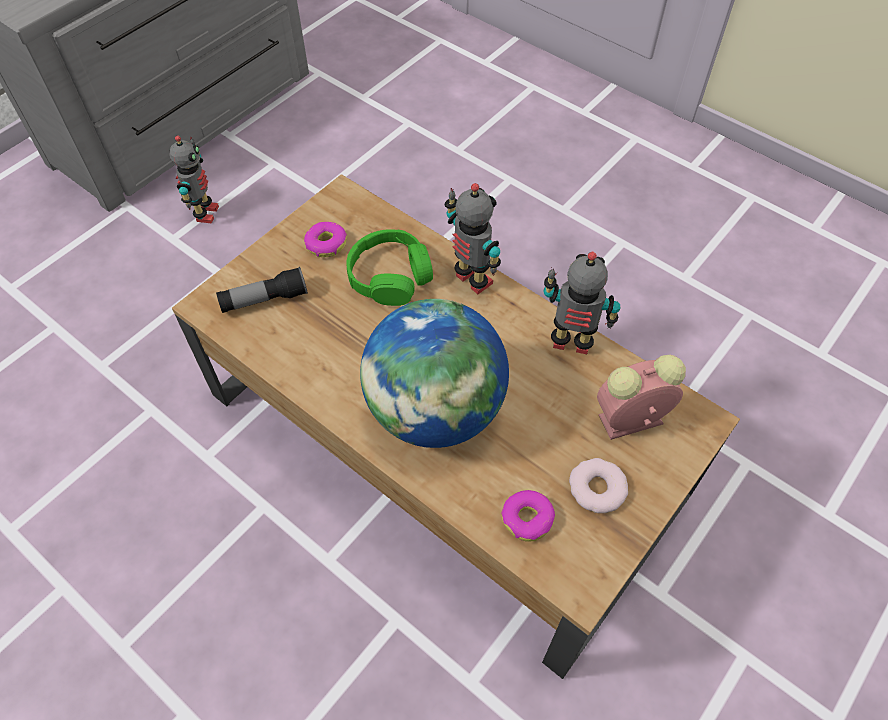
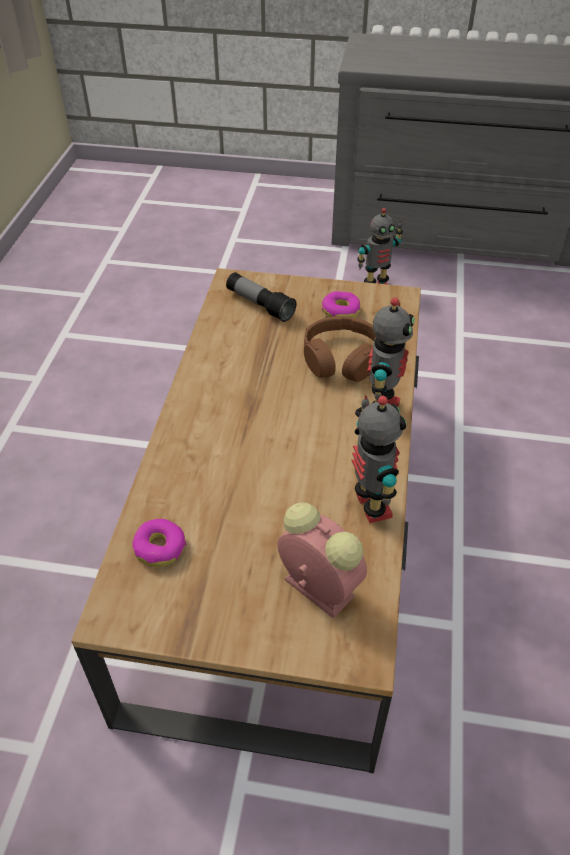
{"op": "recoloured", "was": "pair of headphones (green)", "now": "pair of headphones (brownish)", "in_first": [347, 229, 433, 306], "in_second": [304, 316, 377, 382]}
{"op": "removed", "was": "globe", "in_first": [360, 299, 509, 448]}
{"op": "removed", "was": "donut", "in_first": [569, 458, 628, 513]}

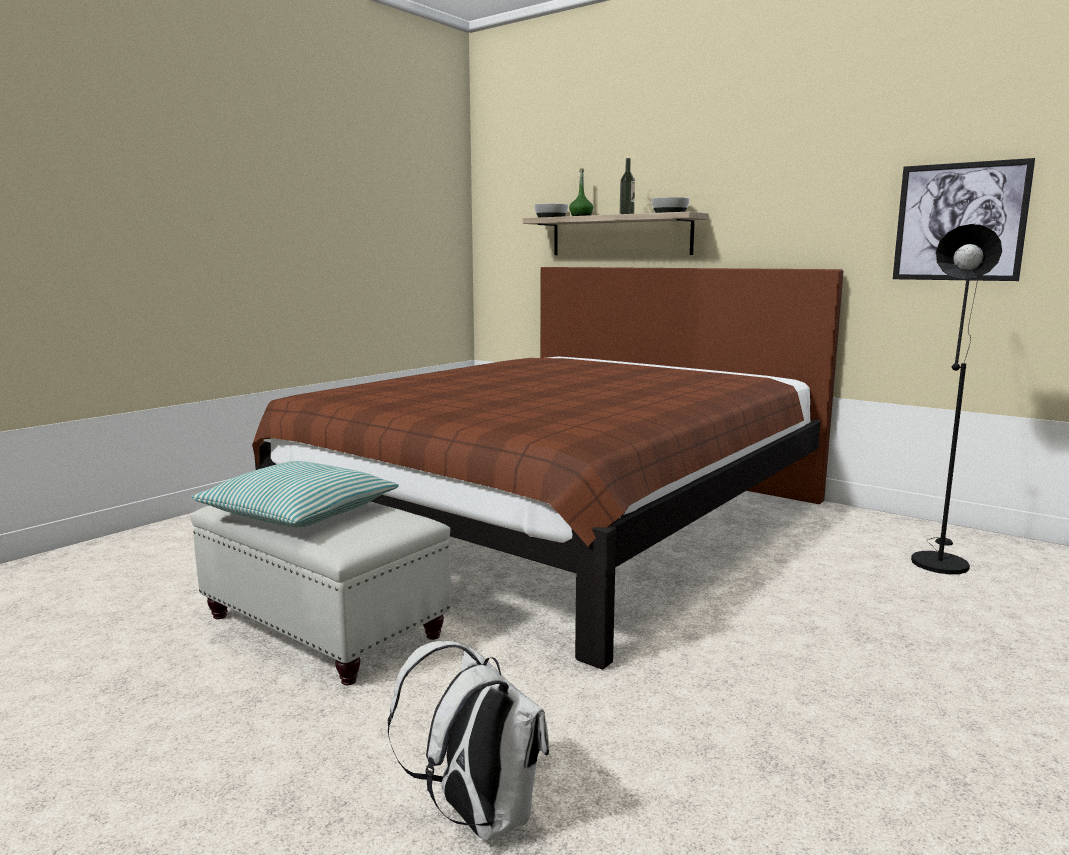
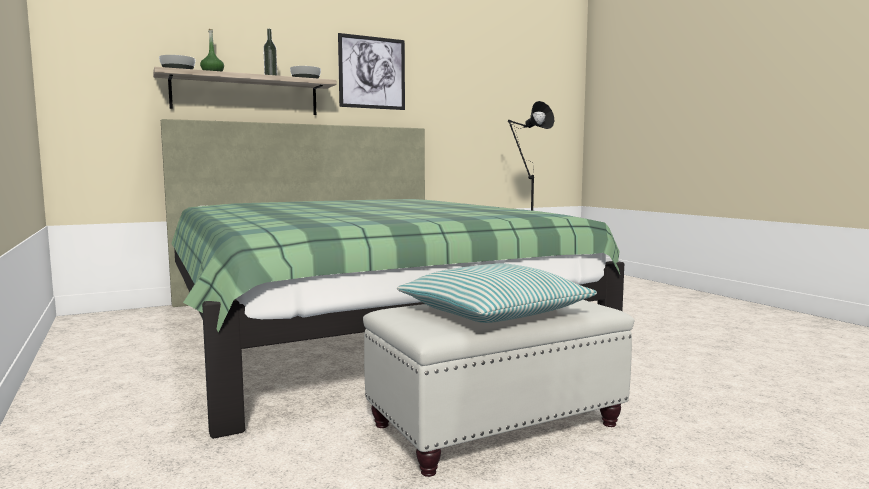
{"op": "recoloured", "was": "bed (brownish)", "now": "bed (green)", "in_first": [252, 267, 844, 670], "in_second": [161, 119, 624, 439]}
{"op": "removed", "was": "backpack (white)", "in_first": [388, 641, 549, 841]}
{"op": "moved", "was": "wall art", "in_first": [893, 158, 1035, 281], "in_second": [338, 33, 405, 110]}

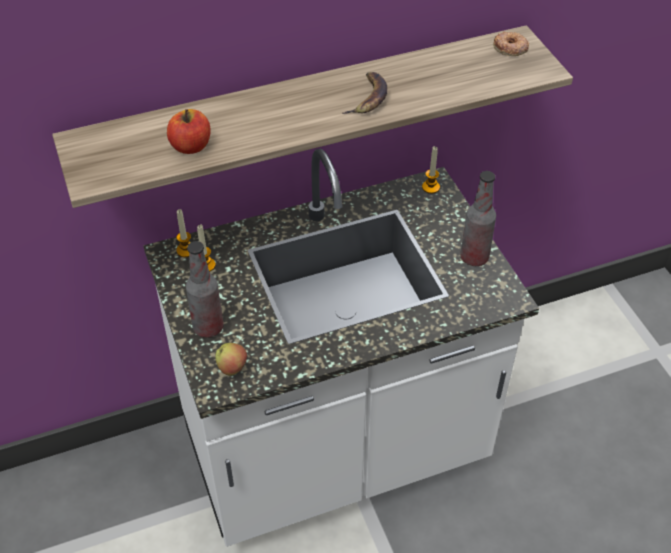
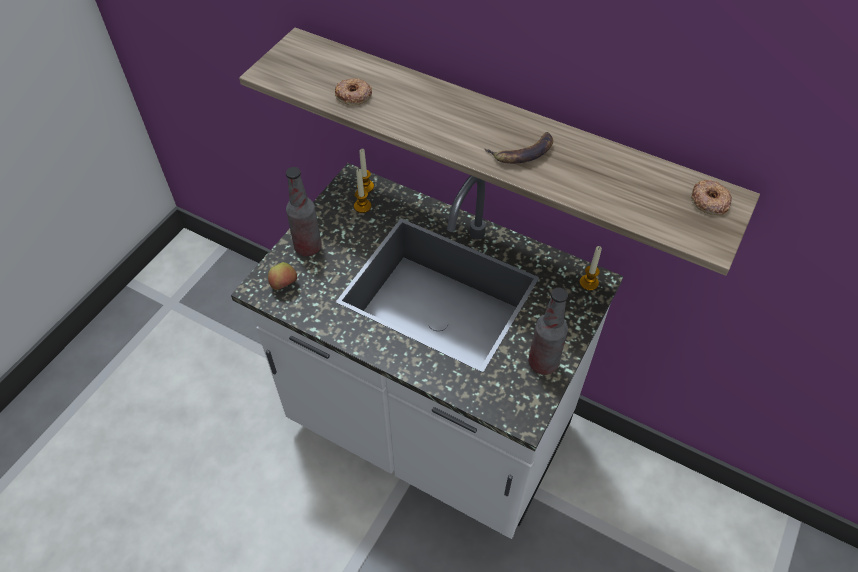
{"op": "replaced", "was": "apple", "now": "donut", "in_first": [167, 109, 211, 154], "in_second": [335, 78, 372, 105]}

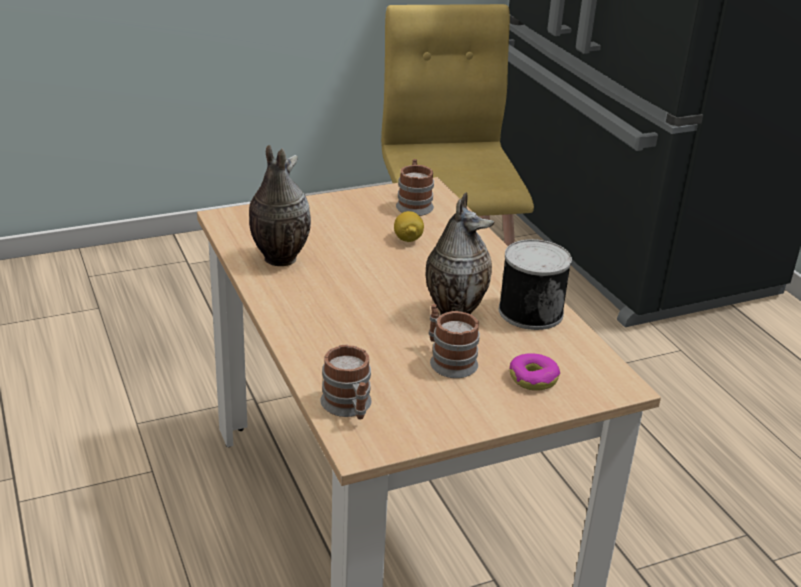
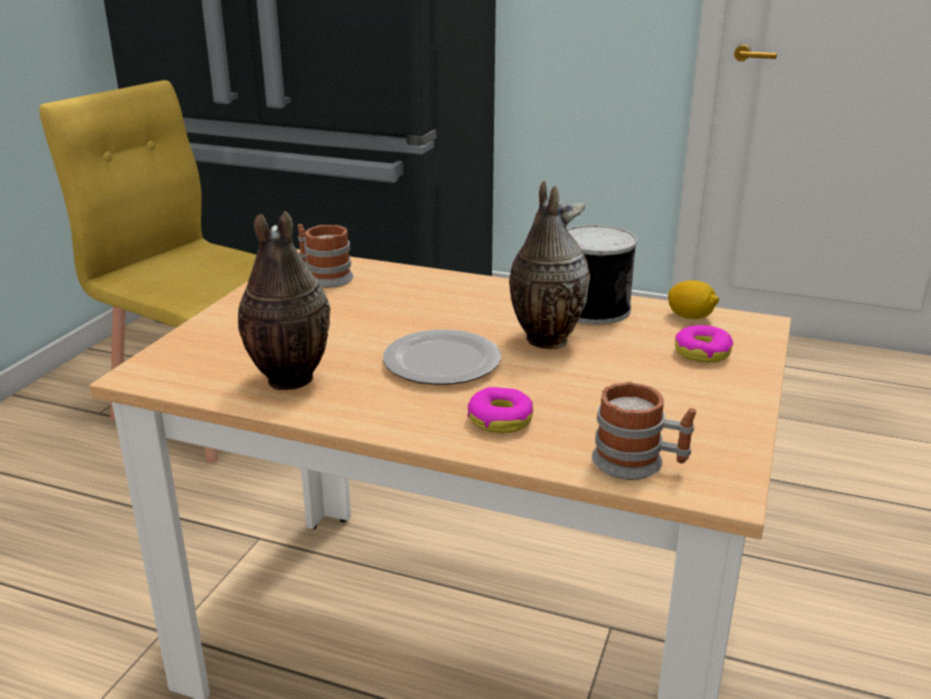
{"op": "moved", "was": "whole lemon", "in_first": [394, 211, 424, 242], "in_second": [668, 280, 719, 319]}
{"op": "removed", "was": "tea mug", "in_first": [429, 304, 480, 378]}
{"op": "added", "now": "plate", "in_second": [383, 329, 501, 385]}
{"op": "added", "now": "donut", "in_second": [468, 387, 533, 433]}

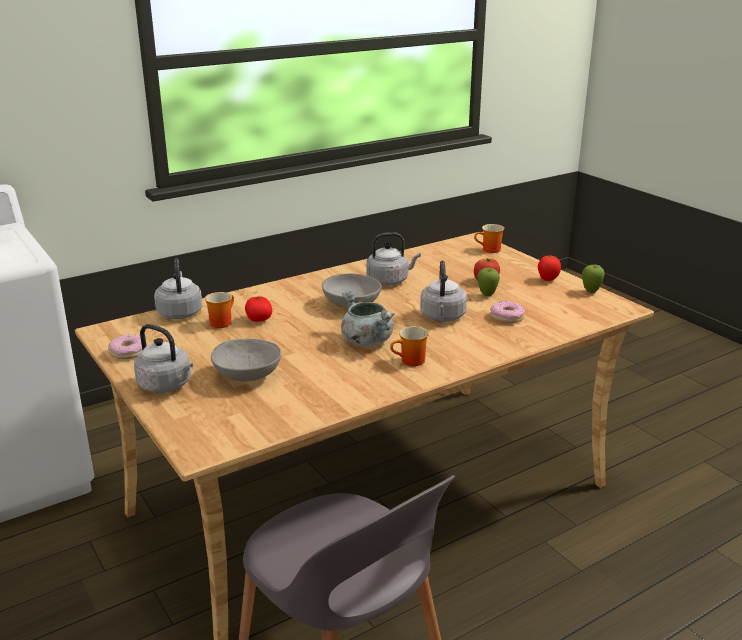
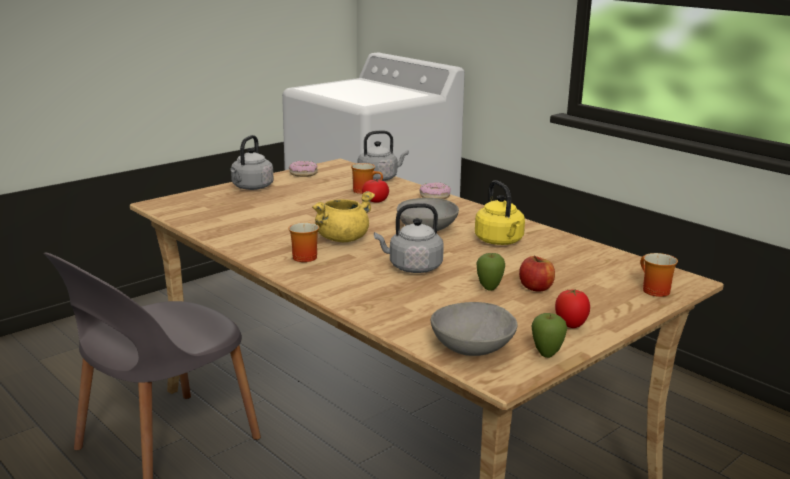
{"op": "moved", "was": "deep dish (gray)", "in_first": [211, 339, 282, 381], "in_second": [431, 302, 518, 356]}
{"op": "recoloured", "was": "cooking pot (gray)", "now": "cooking pot (yellowish)", "in_first": [341, 291, 394, 347], "in_second": [312, 191, 375, 242]}
{"op": "recoloured", "was": "kettle (gray)", "now": "kettle (yellowish)", "in_first": [366, 232, 421, 285], "in_second": [475, 180, 525, 245]}
{"op": "moved", "was": "donut", "in_first": [490, 301, 525, 323], "in_second": [419, 182, 451, 199]}

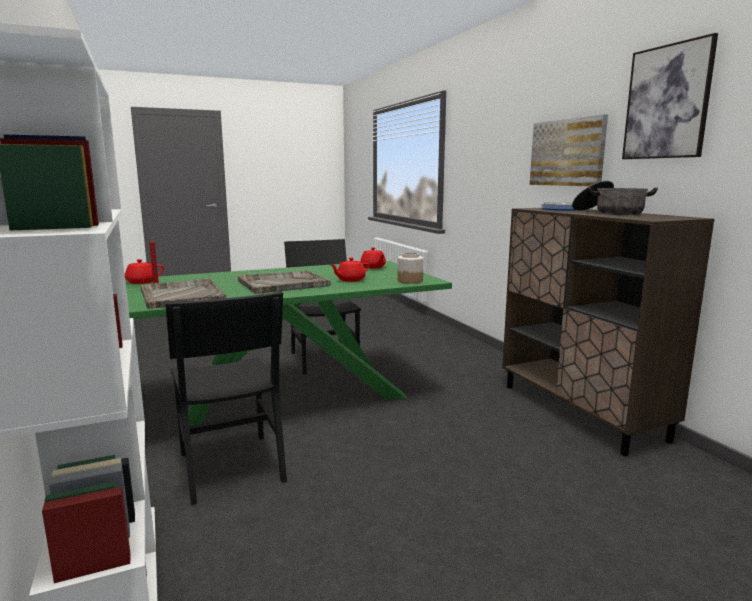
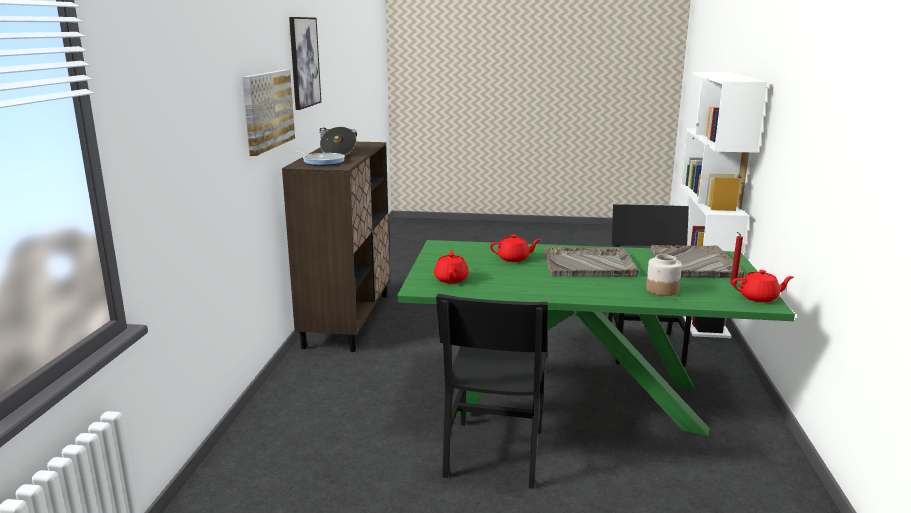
{"op": "moved", "was": "storage jar", "in_first": [397, 252, 423, 284], "in_second": [646, 254, 682, 296]}

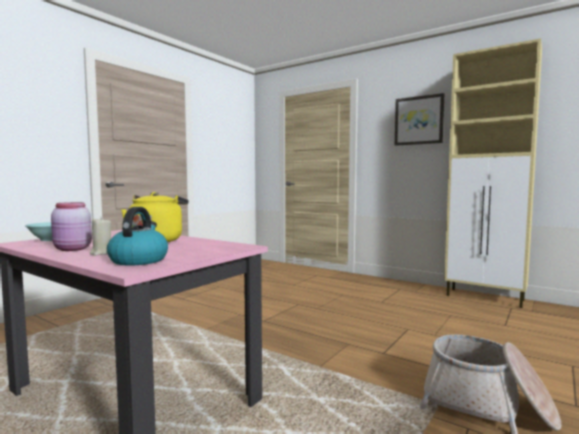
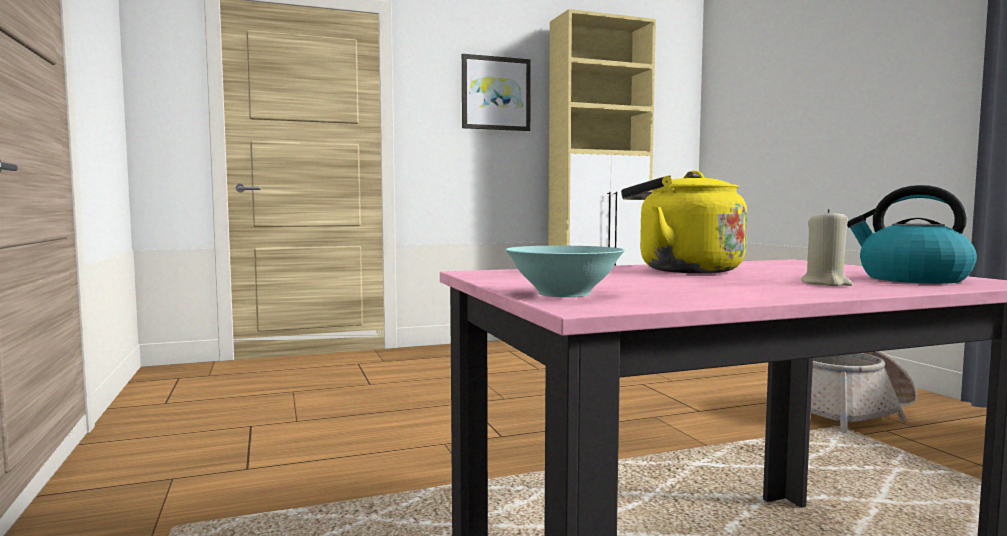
{"op": "removed", "was": "storage jar (pinkish)", "in_first": [51, 202, 92, 251]}

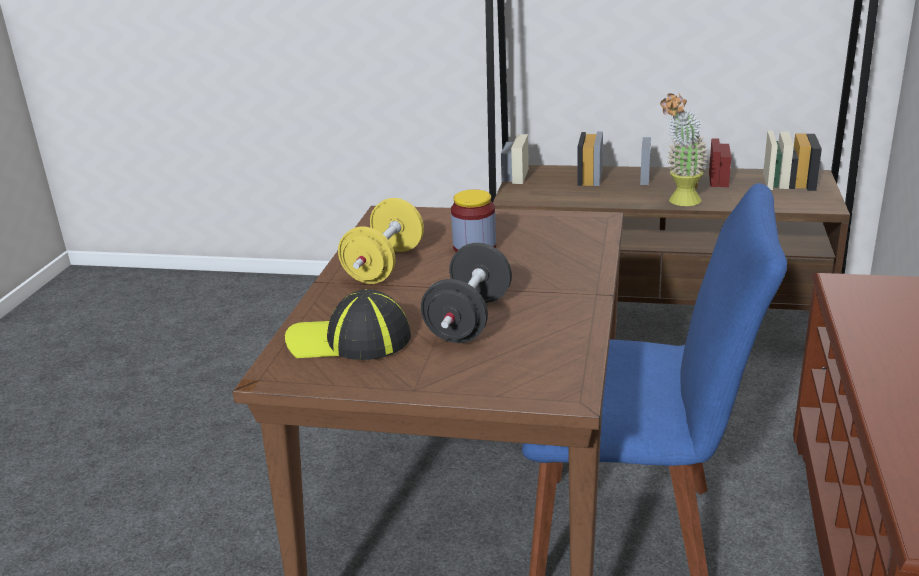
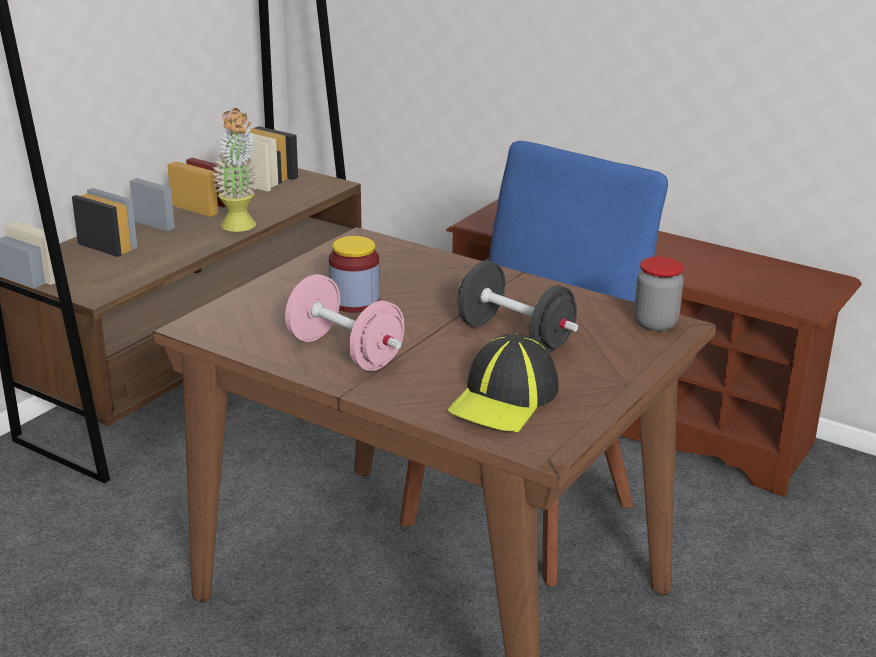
{"op": "recoloured", "was": "hand weight (yellowish)", "now": "hand weight (pinkish)", "in_first": [338, 198, 424, 284], "in_second": [285, 274, 404, 371]}
{"op": "added", "now": "storage jar", "in_second": [634, 256, 684, 331]}

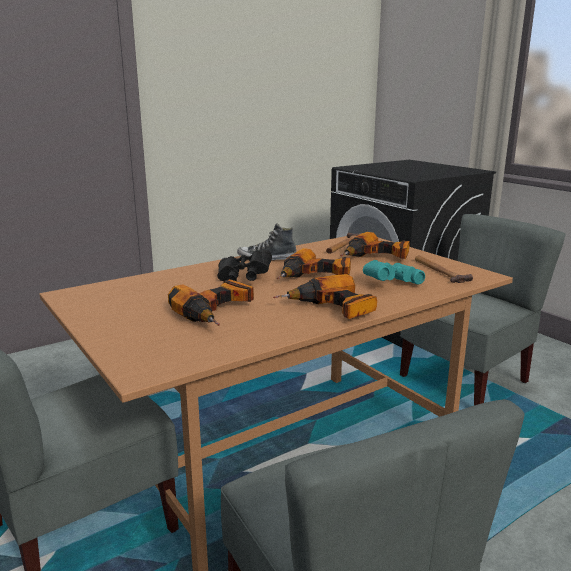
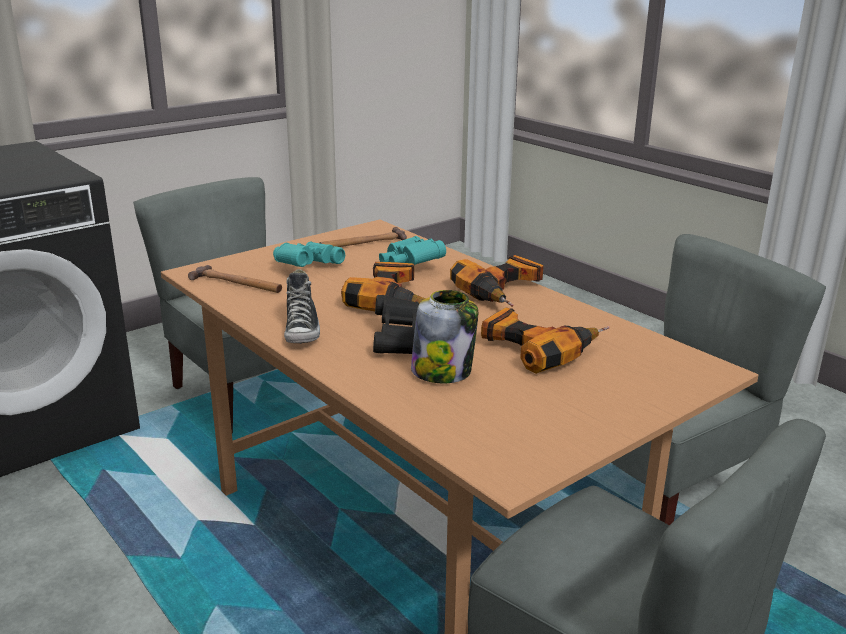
{"op": "replaced", "was": "power drill", "now": "pair of binoculars (blue-green)", "in_first": [340, 232, 410, 259], "in_second": [273, 241, 345, 267]}
{"op": "added", "now": "storage jar", "in_second": [411, 290, 478, 383]}

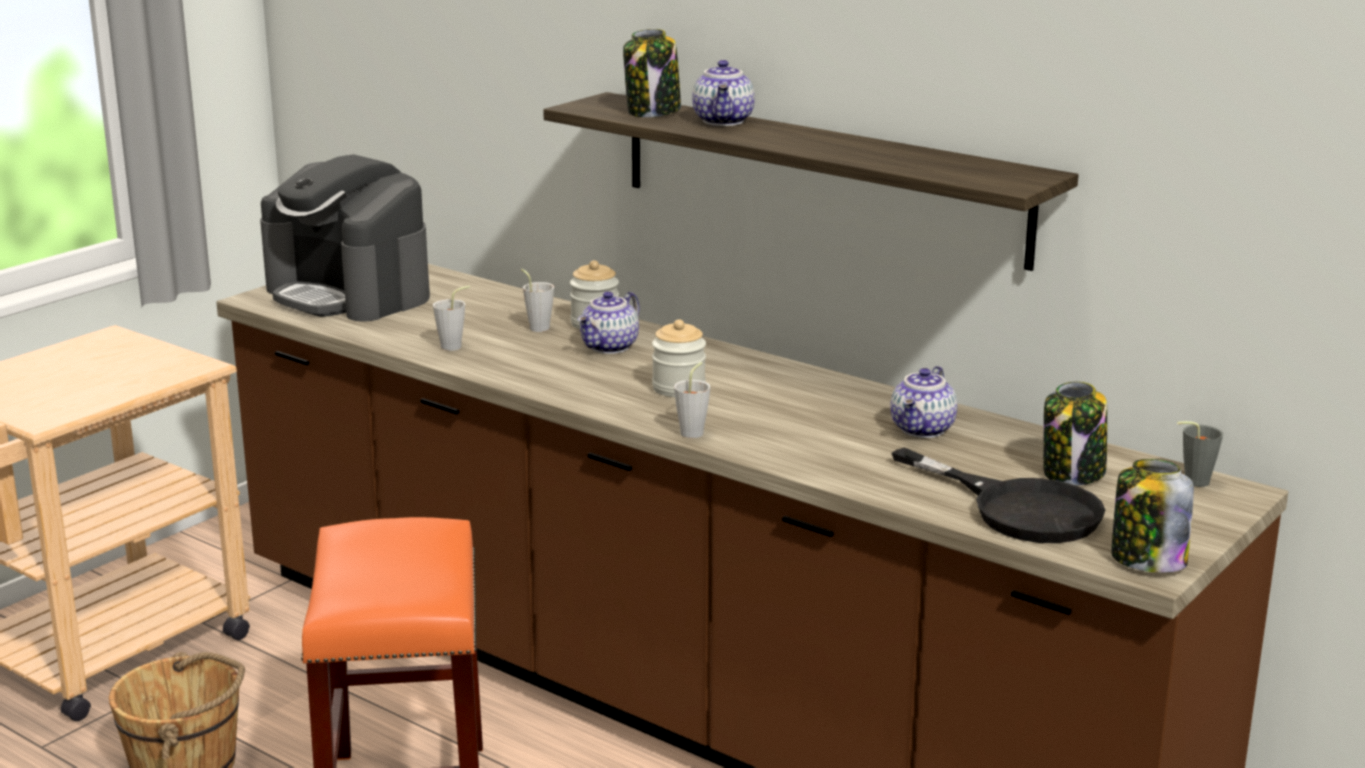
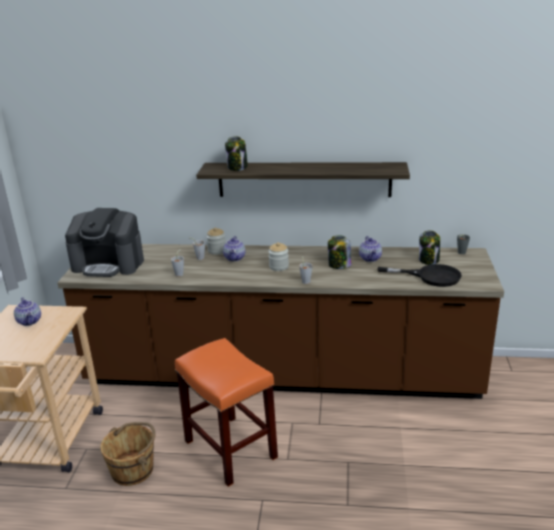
{"op": "moved", "was": "pot for tea", "in_first": [692, 60, 755, 126], "in_second": [14, 297, 41, 326]}
{"op": "moved", "was": "storage jar", "in_first": [1111, 459, 1194, 573], "in_second": [328, 235, 352, 269]}

